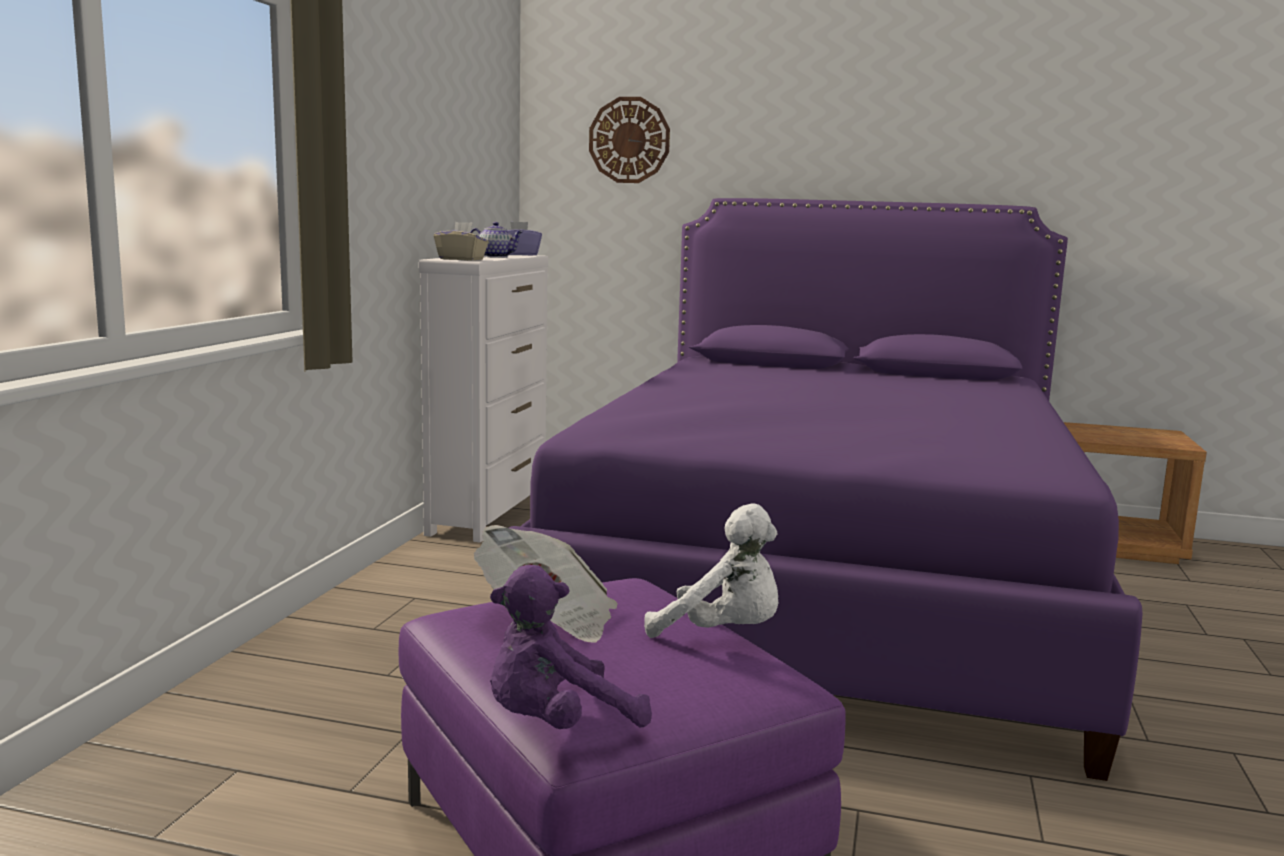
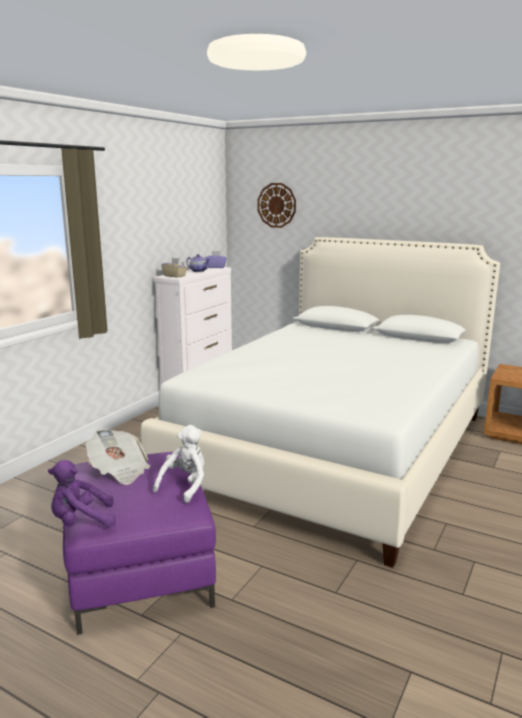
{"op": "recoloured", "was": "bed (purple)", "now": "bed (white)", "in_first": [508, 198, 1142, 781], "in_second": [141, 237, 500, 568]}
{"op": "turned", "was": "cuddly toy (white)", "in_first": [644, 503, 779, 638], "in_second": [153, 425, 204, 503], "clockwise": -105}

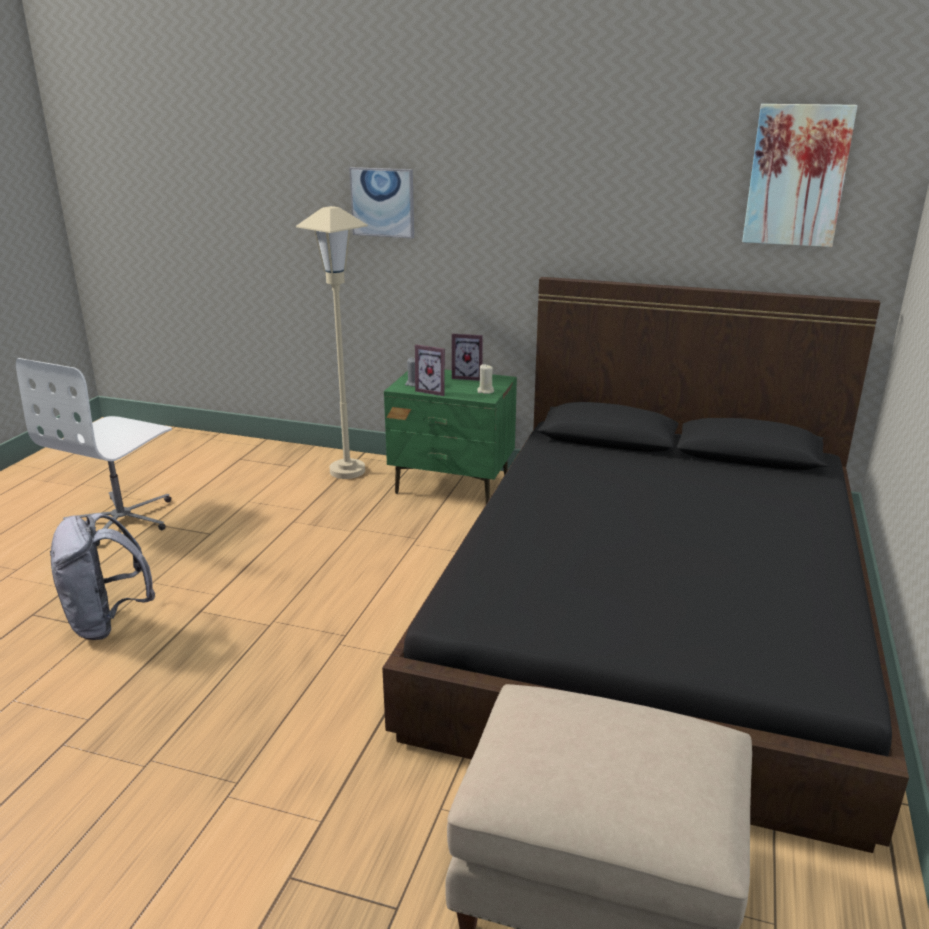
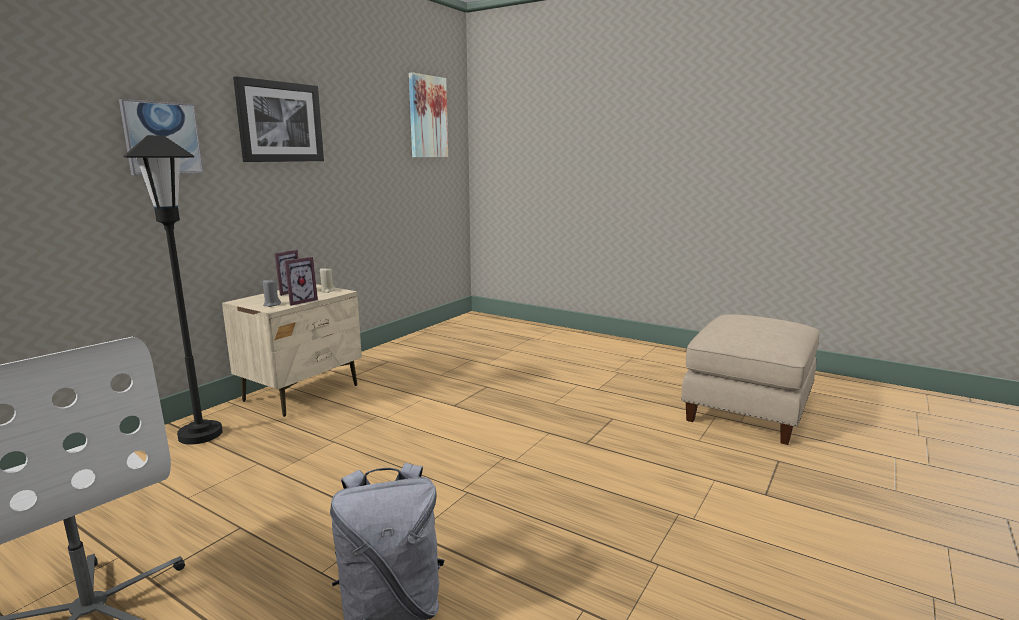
{"op": "recoloured", "was": "floor lamp (beige-coloured)", "now": "floor lamp (black-coloured)", "in_first": [296, 206, 368, 479], "in_second": [123, 135, 223, 444]}
{"op": "removed", "was": "bed (black-coloured)", "in_first": [382, 277, 909, 853]}
{"op": "recoloured", "was": "night table (green)", "now": "night table (beige-coloured)", "in_first": [384, 370, 517, 504], "in_second": [222, 284, 362, 417]}
{"op": "added", "now": "wall art", "in_second": [233, 76, 324, 162]}

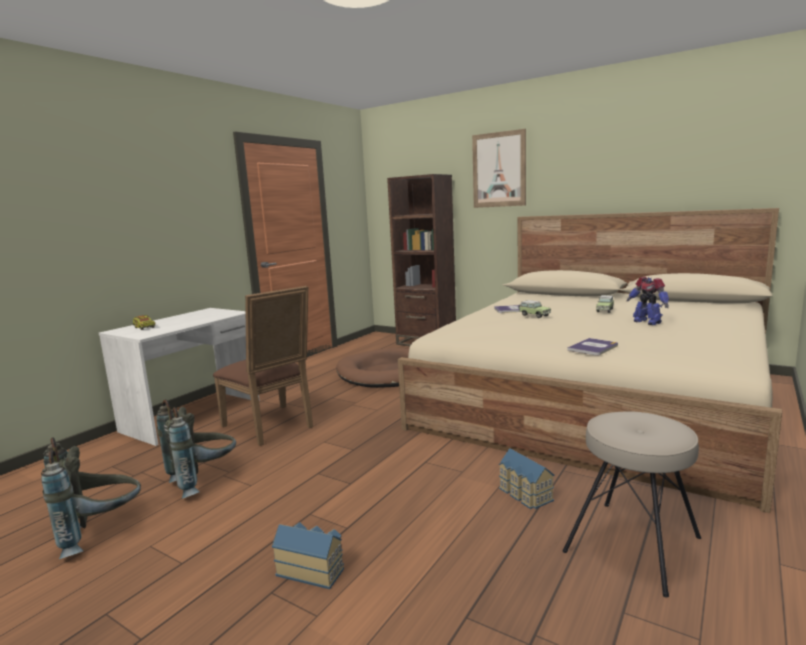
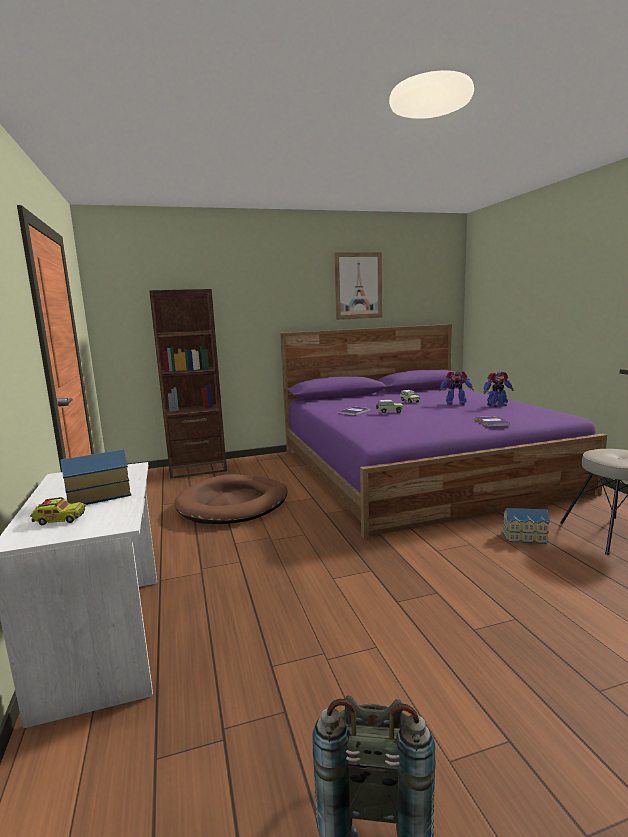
{"op": "removed", "was": "backpack (gray)", "in_first": [156, 399, 236, 499]}
{"op": "removed", "was": "chair (brownish)", "in_first": [213, 286, 313, 446]}
{"op": "moved", "was": "miniature house", "in_first": [272, 522, 344, 589], "in_second": [61, 449, 131, 505]}
{"op": "recoloured", "was": "bed (beige-coloured)", "now": "bed (purple)", "in_first": [398, 208, 782, 513], "in_second": [280, 324, 607, 539]}
{"op": "moved", "was": "wall art", "in_first": [472, 129, 526, 208], "in_second": [334, 252, 382, 320]}
{"op": "added", "now": "model robot", "in_second": [483, 372, 514, 407]}

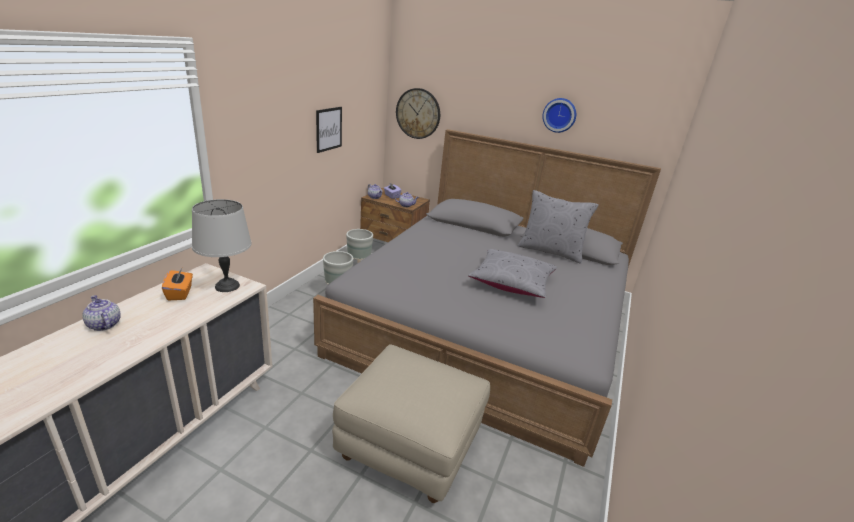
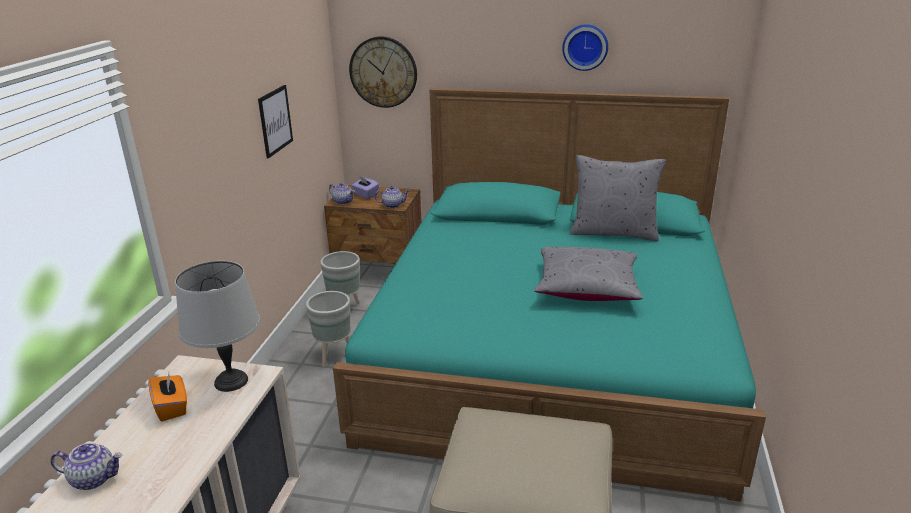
{"op": "turned", "was": "pot for tea", "in_first": [82, 295, 121, 331], "in_second": [51, 443, 122, 490], "clockwise": 150}
{"op": "recoloured", "was": "bed (gray)", "now": "bed (blue-green)", "in_first": [313, 129, 661, 467], "in_second": [333, 88, 766, 502]}

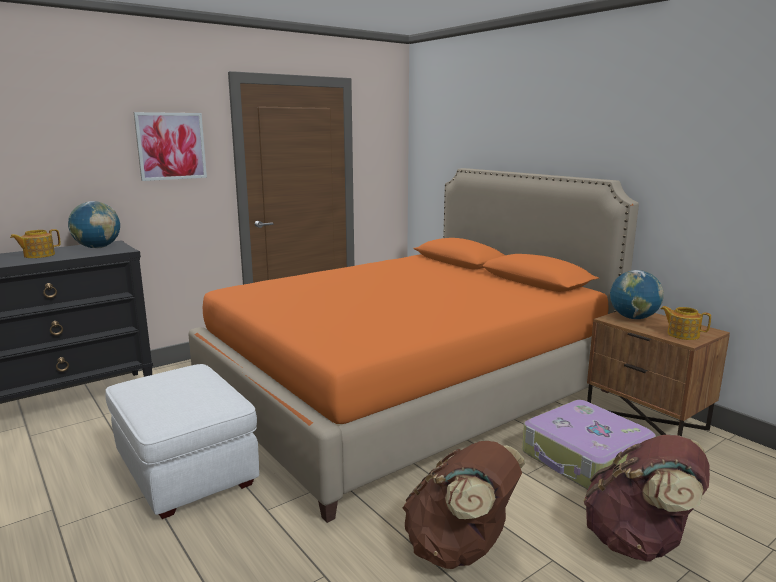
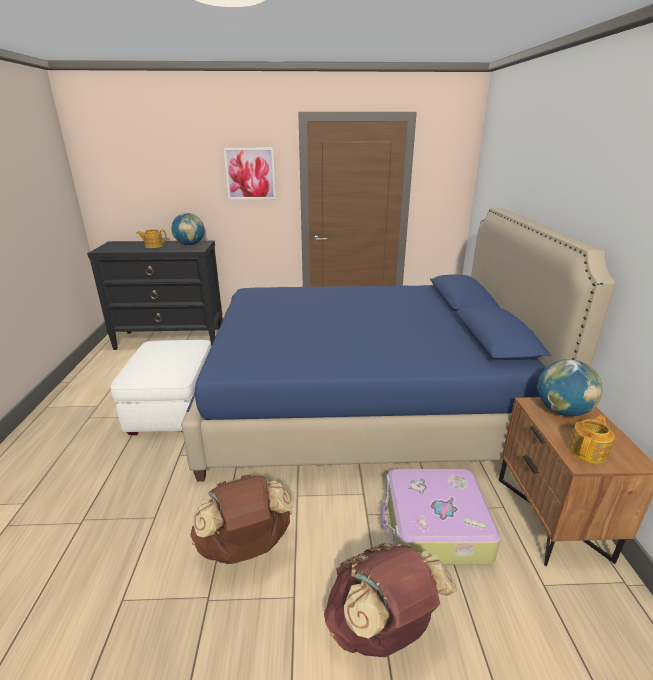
{"op": "recoloured", "was": "bed (orangey)", "now": "bed (blue)", "in_first": [188, 168, 639, 523], "in_second": [181, 208, 616, 482]}
{"op": "turned", "was": "pot for tea", "in_first": [661, 306, 711, 340], "in_second": [568, 415, 615, 464], "clockwise": 60}

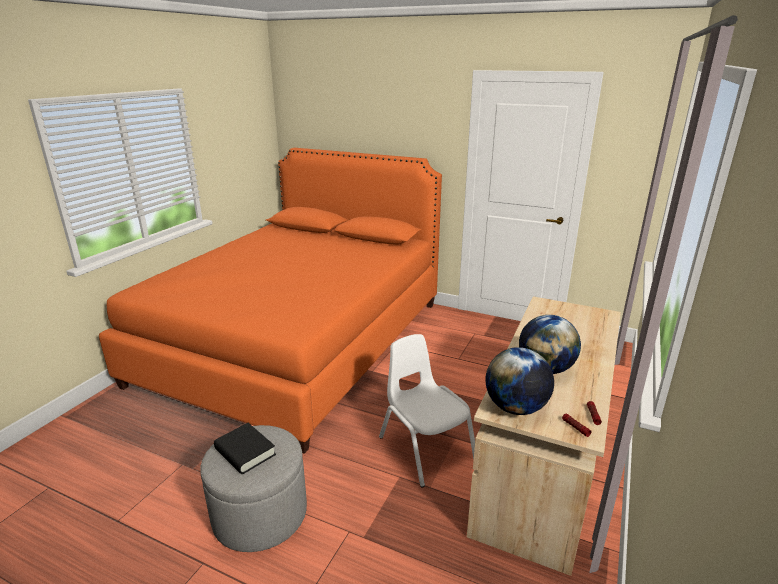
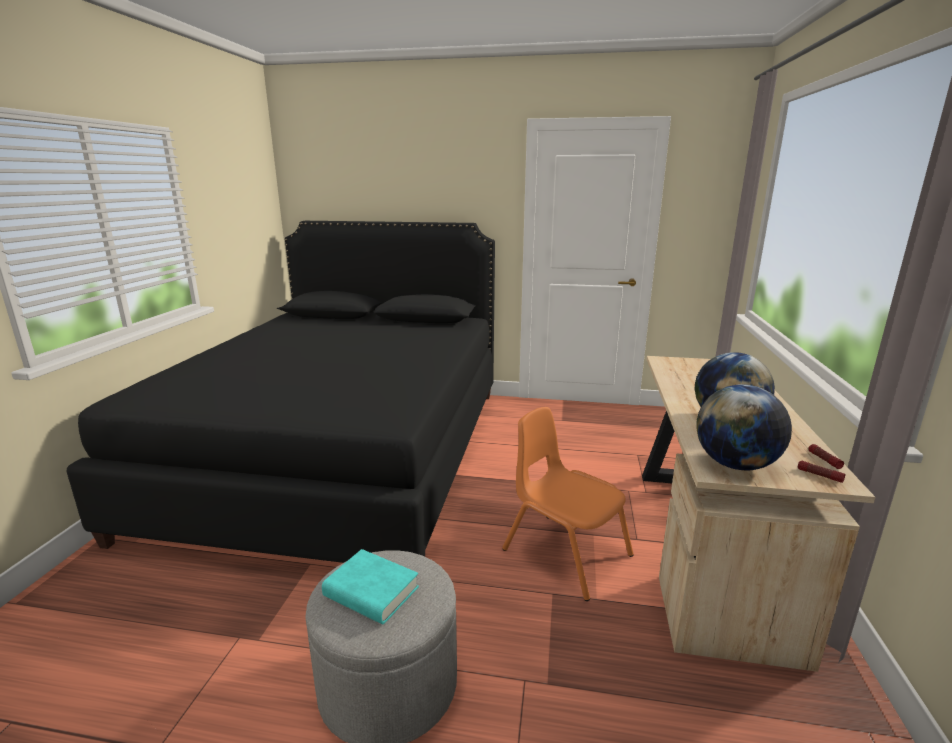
{"op": "recoloured", "was": "bed (orangey)", "now": "bed (black-coloured)", "in_first": [99, 148, 442, 454], "in_second": [66, 221, 495, 563]}
{"op": "recoloured", "was": "volume (black-coloured)", "now": "volume (blue-green)", "in_first": [214, 423, 276, 474], "in_second": [322, 549, 419, 624]}
{"op": "recoloured", "was": "chair (white)", "now": "chair (orangey)", "in_first": [379, 334, 475, 487], "in_second": [502, 407, 634, 601]}

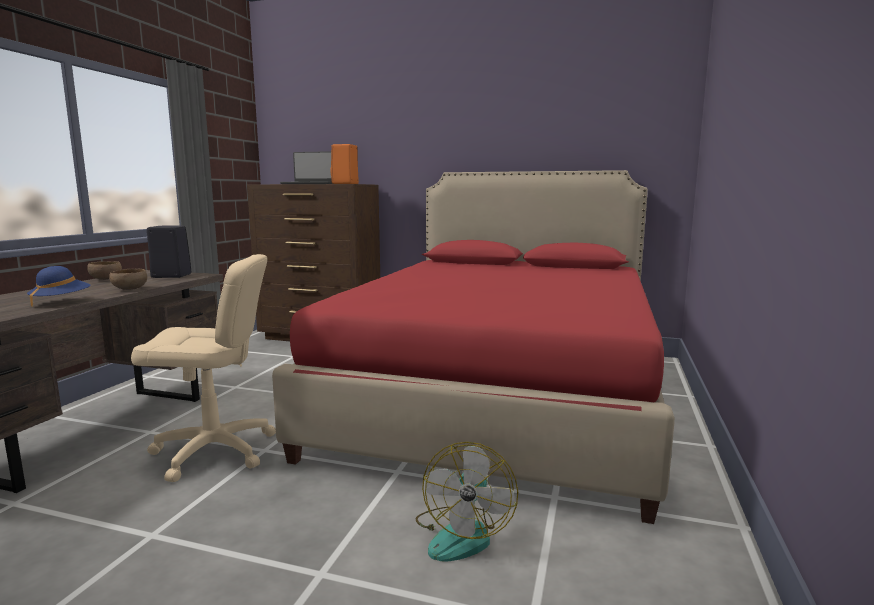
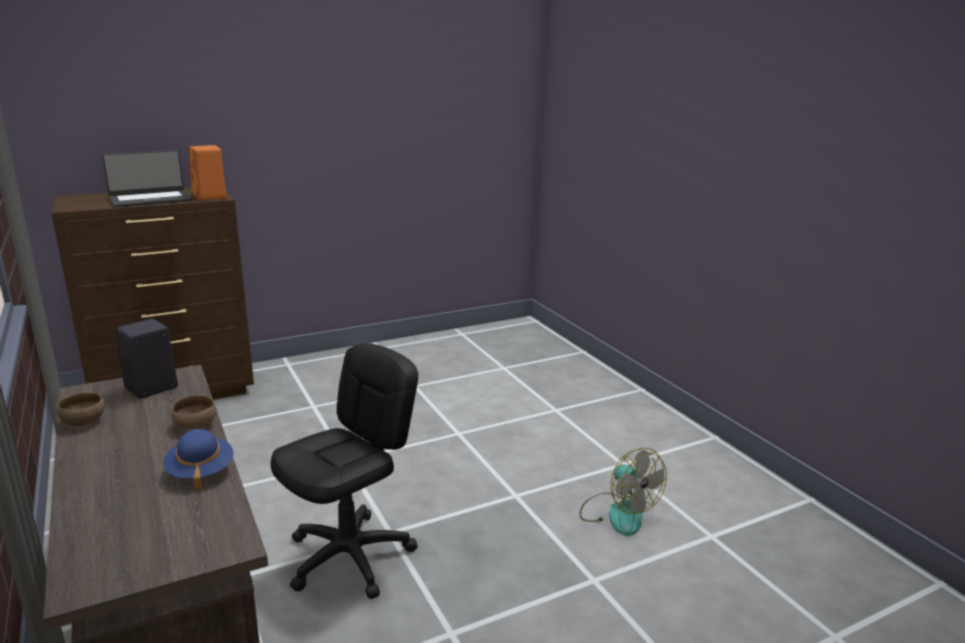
{"op": "recoloured", "was": "office chair (beige-coloured)", "now": "office chair (black-coloured)", "in_first": [131, 254, 276, 482], "in_second": [271, 343, 418, 599]}
{"op": "removed", "was": "bed (red)", "in_first": [272, 170, 675, 524]}

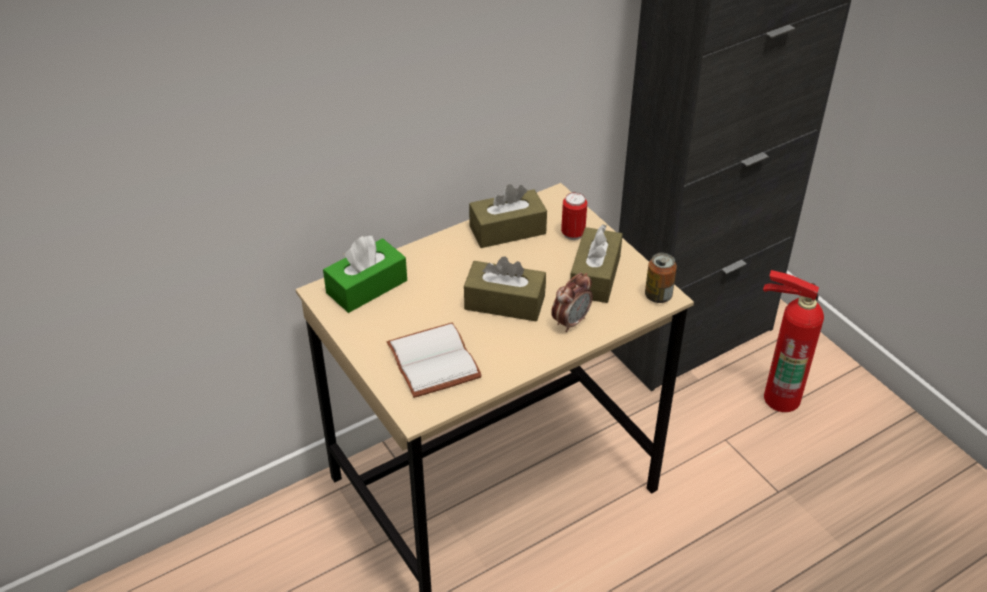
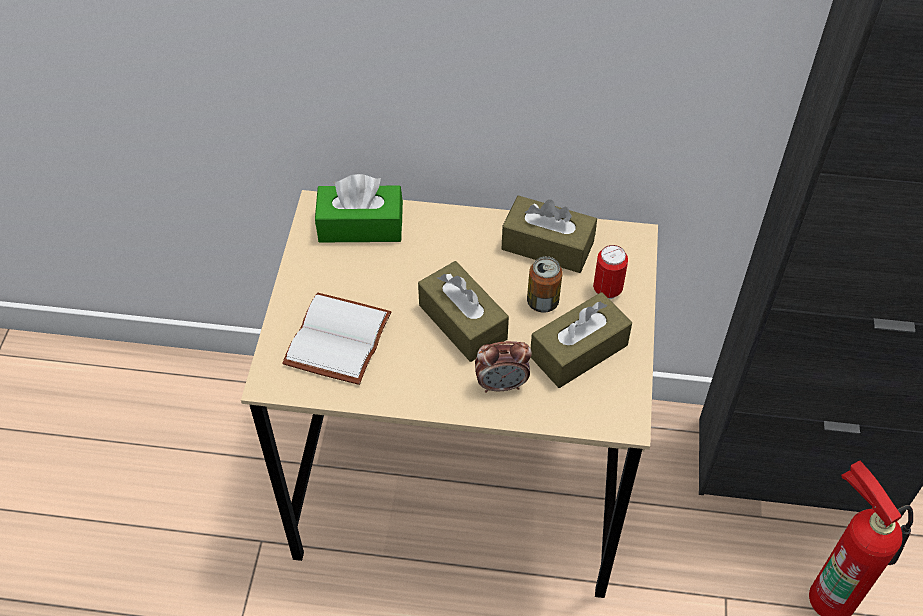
{"op": "moved", "was": "metal can", "in_first": [645, 253, 677, 303], "in_second": [527, 256, 563, 313]}

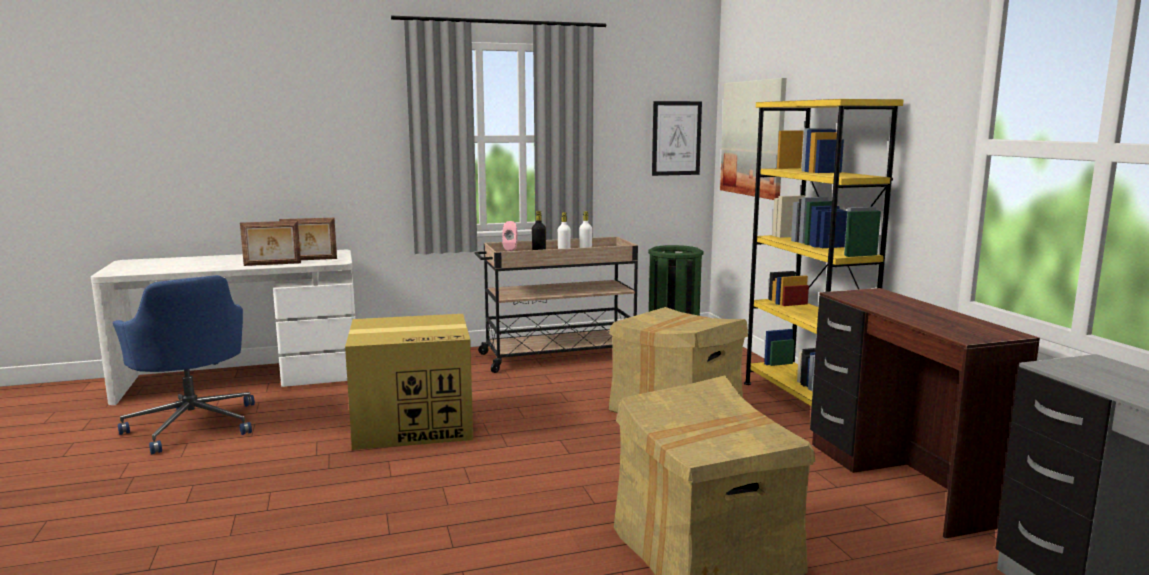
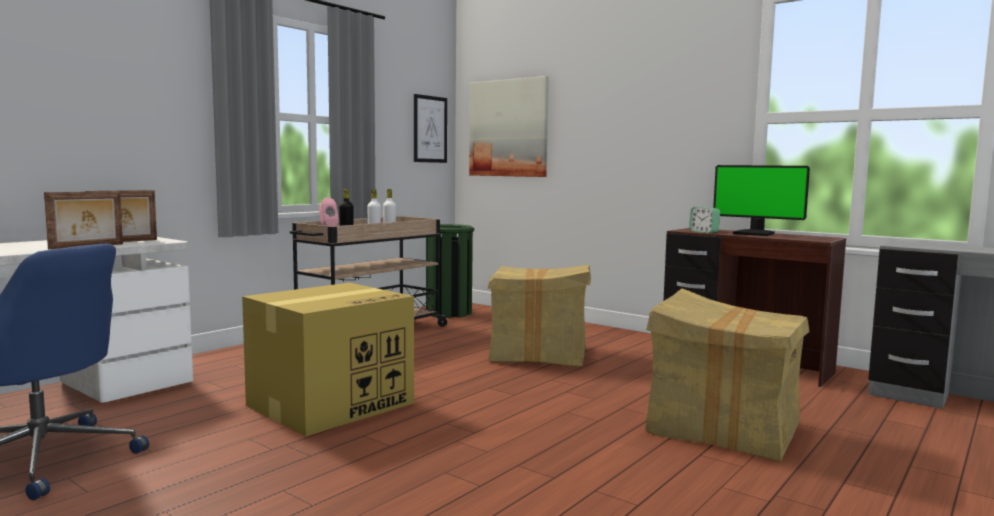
{"op": "removed", "was": "bookshelf (yellowish)", "in_first": [744, 99, 904, 406]}
{"op": "added", "now": "alarm clock", "in_second": [689, 207, 720, 233]}
{"op": "added", "now": "computer screen", "in_second": [713, 165, 810, 236]}

